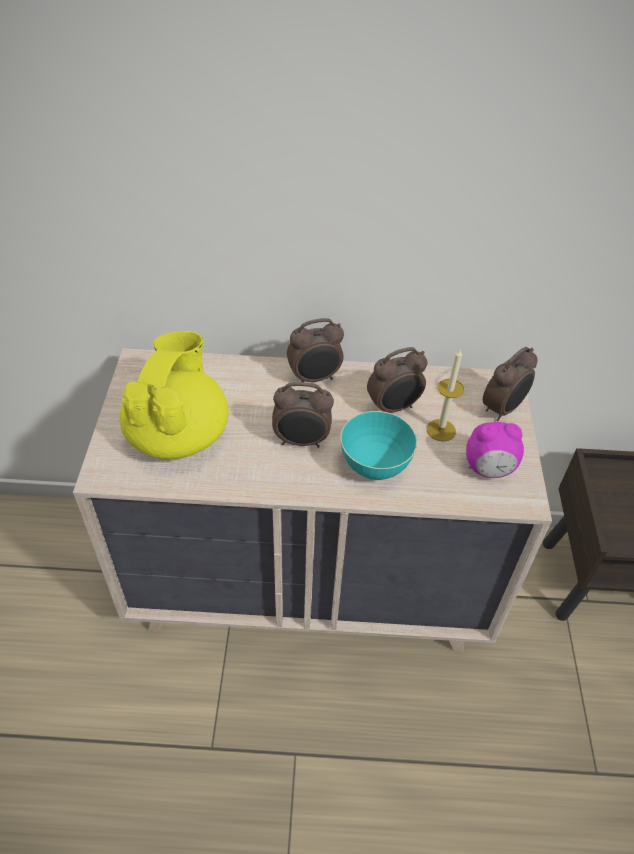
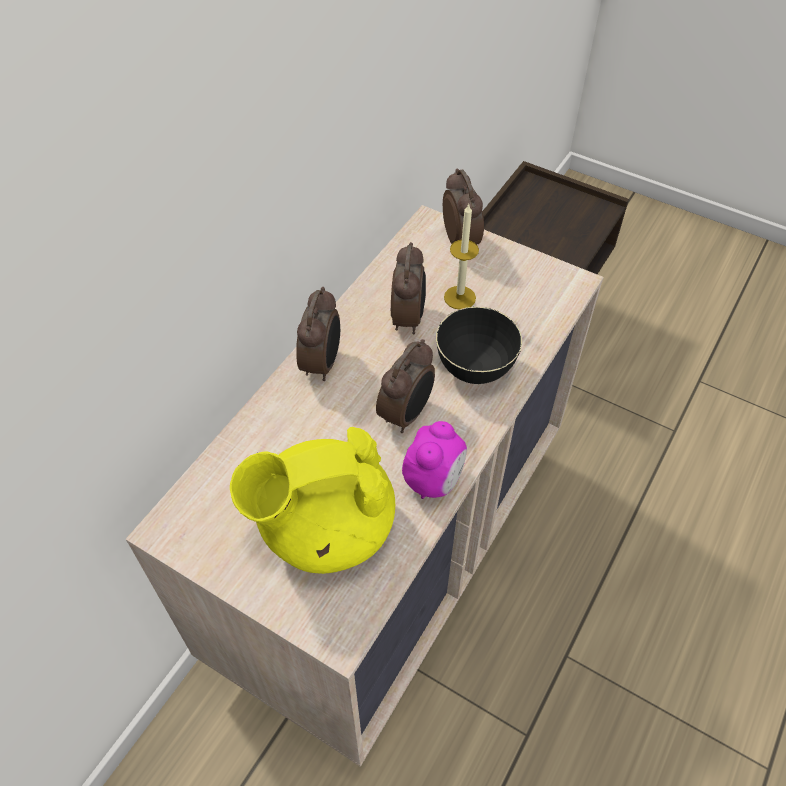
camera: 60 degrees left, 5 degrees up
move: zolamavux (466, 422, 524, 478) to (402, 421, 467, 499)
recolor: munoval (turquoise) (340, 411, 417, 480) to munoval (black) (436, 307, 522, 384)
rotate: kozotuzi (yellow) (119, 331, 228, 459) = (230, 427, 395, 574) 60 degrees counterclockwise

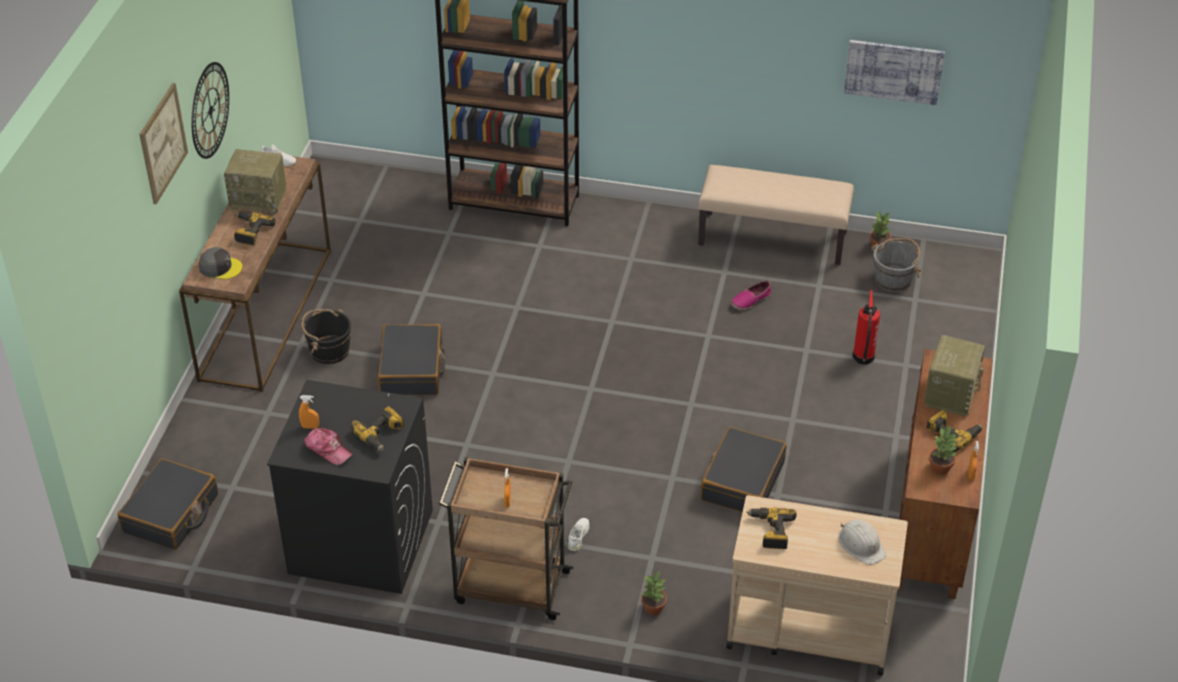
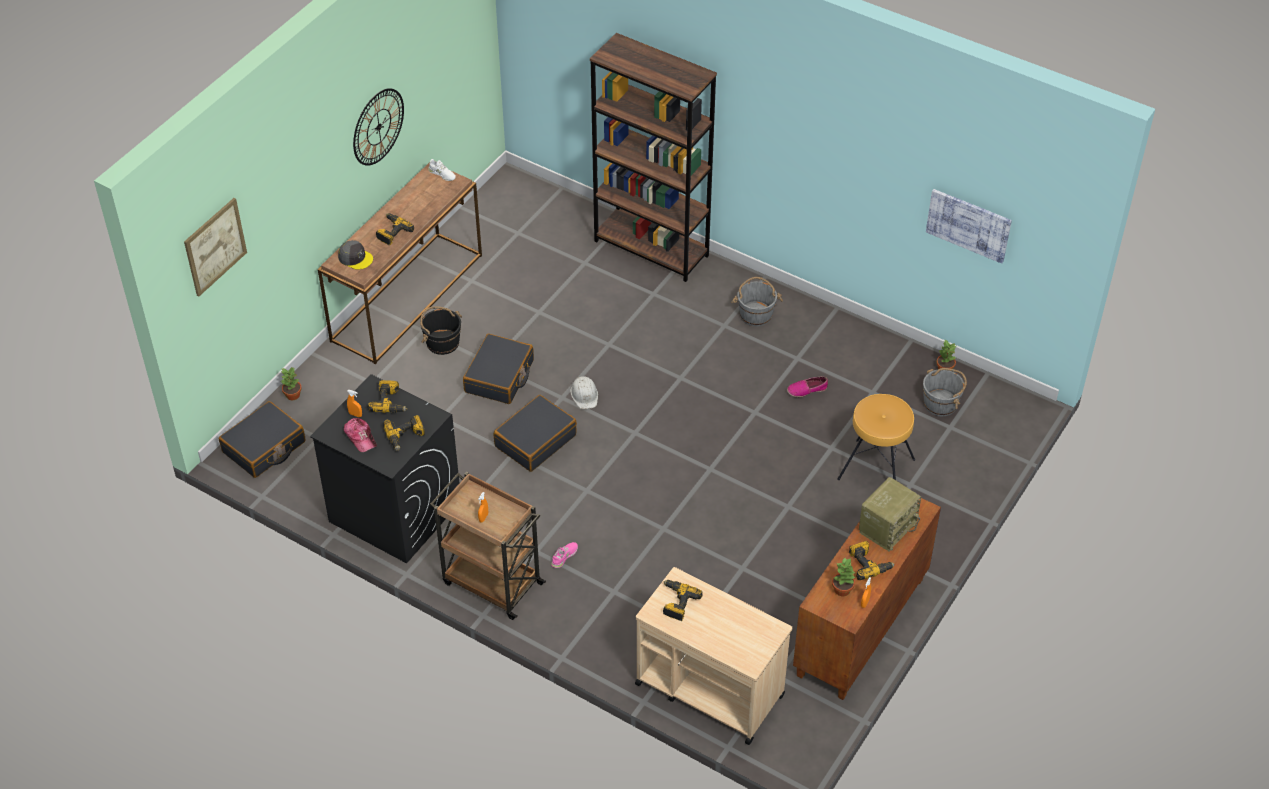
camera: 20 degrees right, 5 degrees up
delete: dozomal (224, 149, 286, 215); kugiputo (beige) (698, 165, 854, 265)
insert: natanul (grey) (731, 277, 783, 326); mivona (368, 380, 407, 413)
move: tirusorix (139, 83, 188, 204) to (184, 198, 247, 296); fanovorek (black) (701, 427, 786, 512) to (494, 395, 577, 472); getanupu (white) (838, 519, 886, 565) to (570, 376, 598, 409); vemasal (641, 571, 667, 615) to (281, 367, 302, 400)
replace: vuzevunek (853, 290, 880, 365) to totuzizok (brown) (837, 394, 915, 480)
recolor: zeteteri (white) (568, 518, 589, 551) to zeteteri (pink) (551, 542, 578, 568)

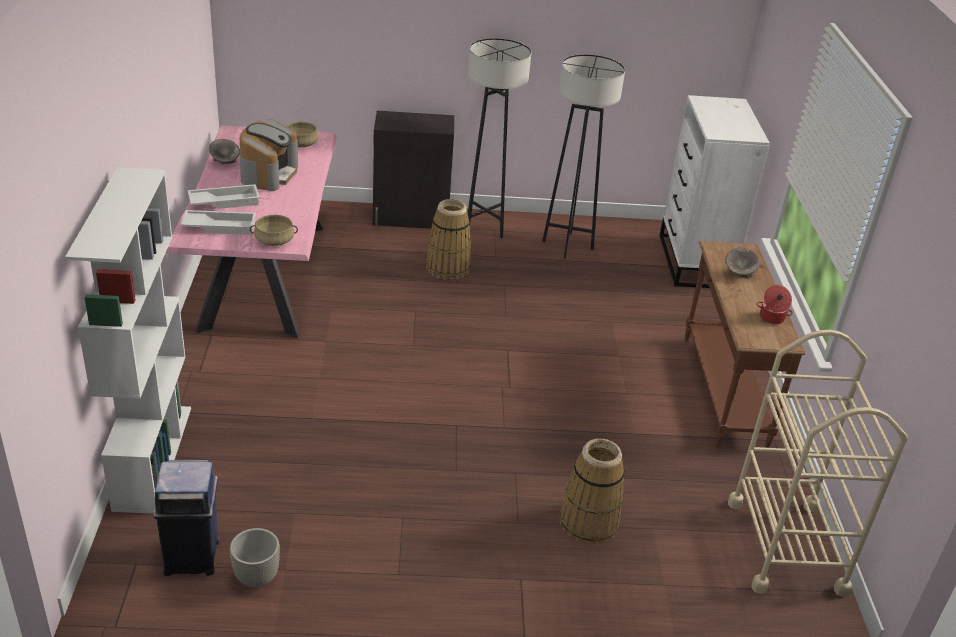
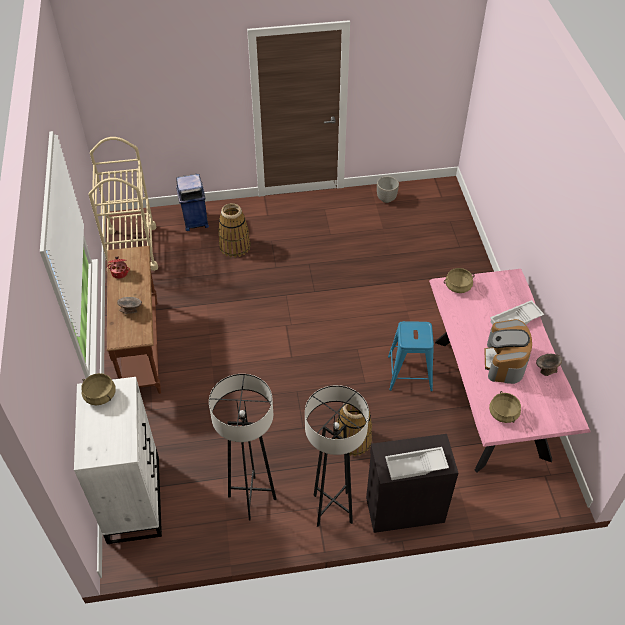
camera: 175 degrees right, 15 degrees up
delete: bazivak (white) (65, 167, 191, 514)
insert: totuzizok (blue) (388, 321, 434, 392); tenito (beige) (81, 373, 116, 405)
move: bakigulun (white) (181, 210, 256, 235) to (385, 447, 449, 480); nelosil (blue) (153, 460, 220, 576) to (176, 174, 209, 231)

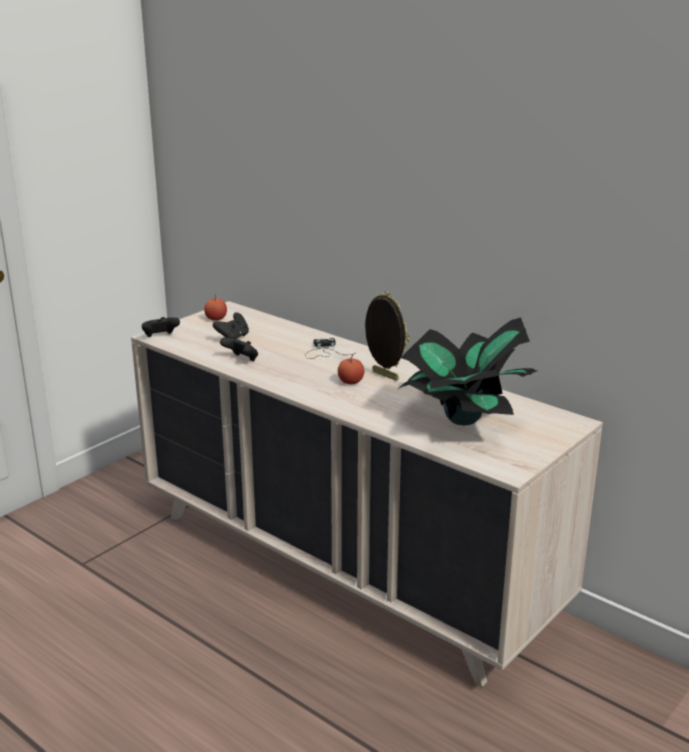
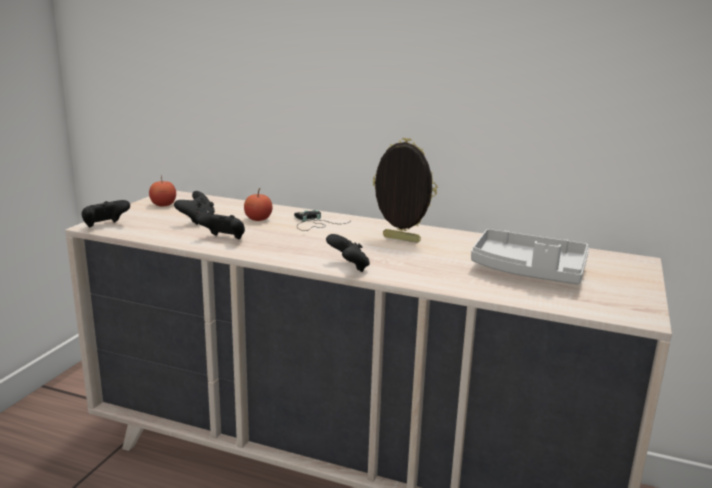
camera: 20 degrees left, 5 degrees down
insert: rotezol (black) (326, 234, 370, 272)
move: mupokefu (338, 354, 364, 384) to (244, 188, 273, 221)
replace: vemasal (398, 317, 537, 425) to bakigulun (grey) (471, 229, 589, 285)

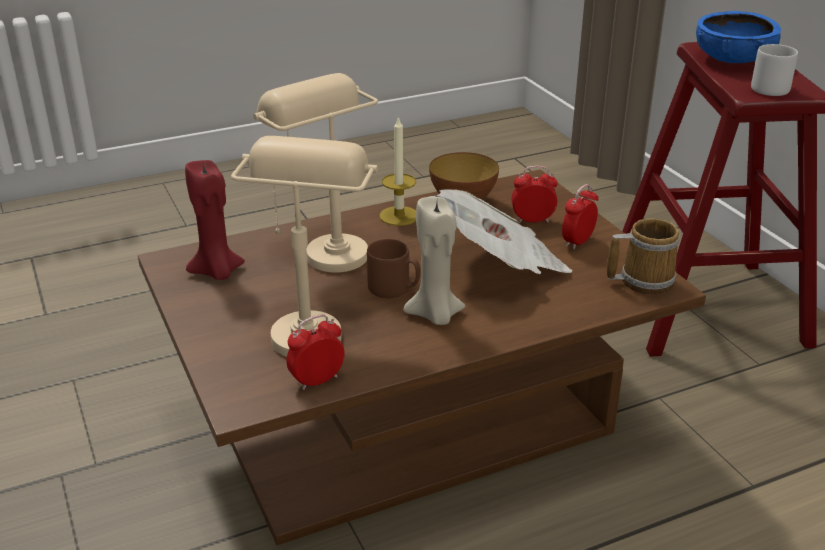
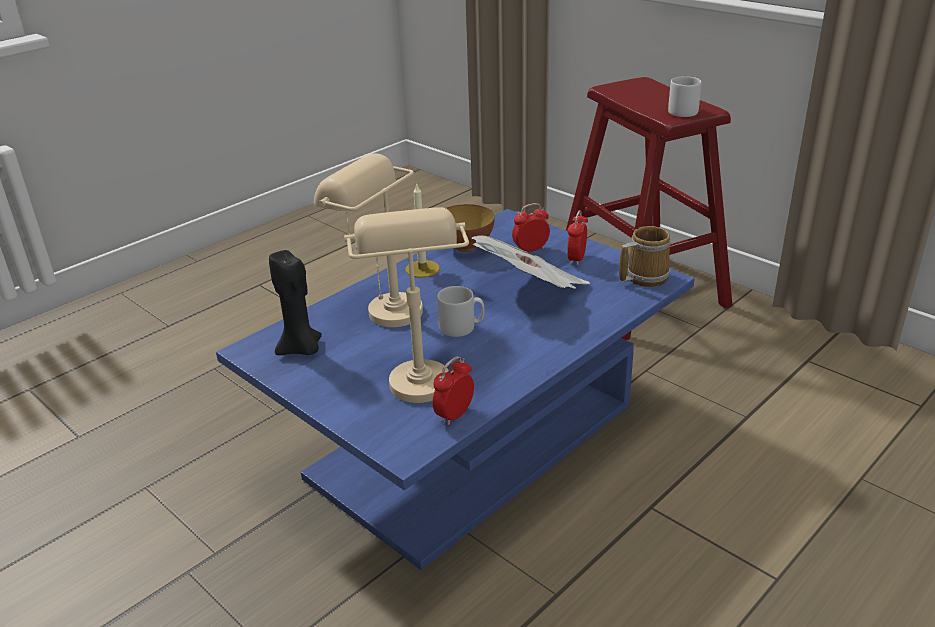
camera: 20 degrees left, 0 degrees up
delete: munoval (blue) (696, 11, 781, 63); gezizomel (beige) (403, 197, 465, 325)
recolor: gezizomel (red) (185, 160, 245, 280) to gezizomel (black) (269, 250, 322, 355); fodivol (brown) (138, 169, 706, 545) to fodivol (blue) (216, 209, 695, 570); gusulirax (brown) (367, 239, 420, 298) to gusulirax (grey) (437, 286, 484, 337)

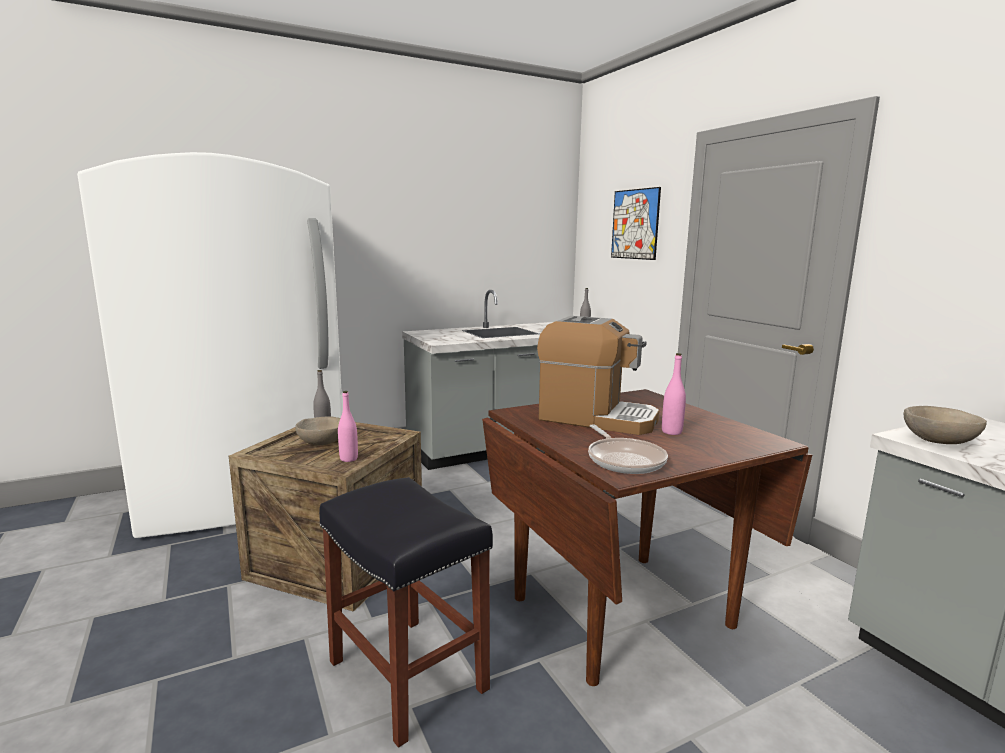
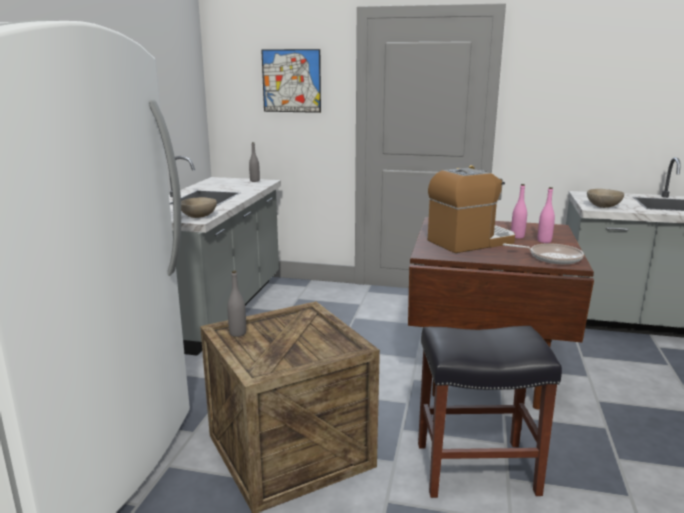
camera: 50 degrees left, 5 degrees up
move: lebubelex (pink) (338, 391, 358, 462) to (538, 187, 555, 243); munoval (beige) (295, 416, 340, 445) to (181, 197, 217, 218)

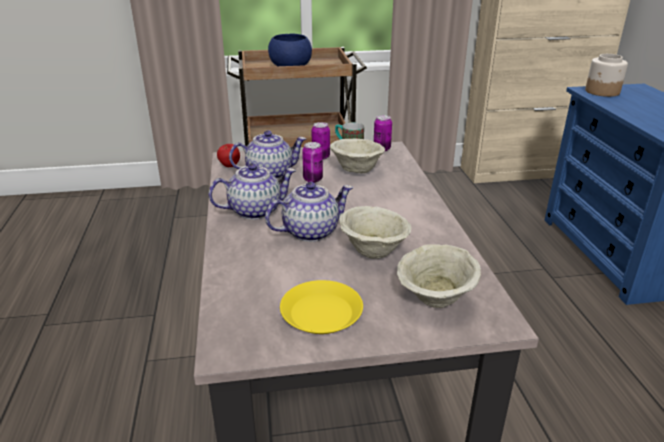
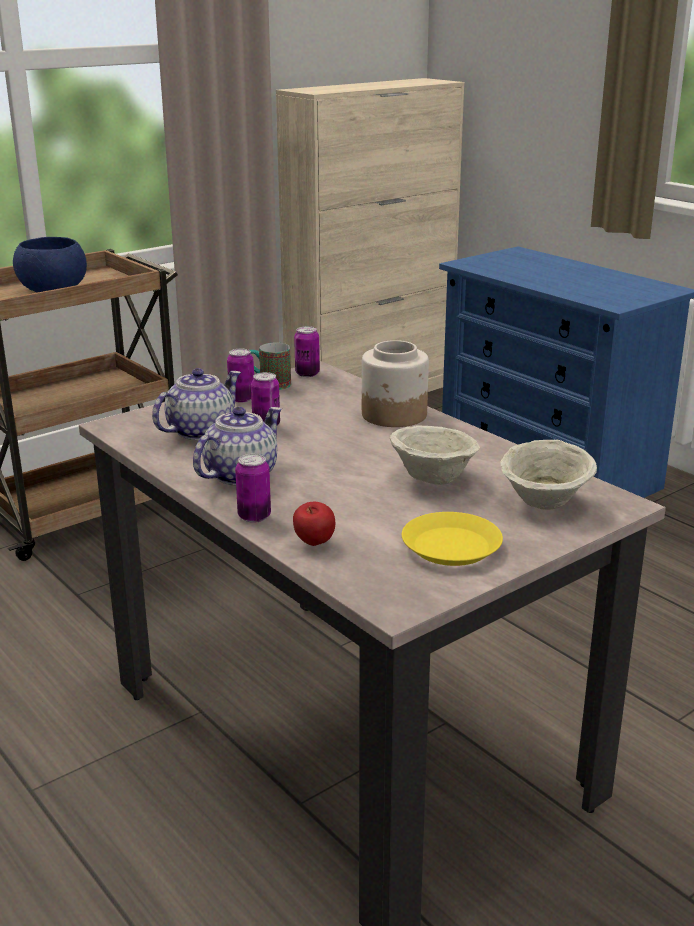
camera: 30 degrees left, 5 degrees down
delete: munoval (beige) (330, 138, 385, 173); kozotuzi (265, 182, 353, 242)
insert: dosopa (235, 454, 271, 523)
move: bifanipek (585, 54, 628, 97) to (362, 340, 429, 427); mupokefu (217, 144, 240, 167) to (293, 502, 335, 546)

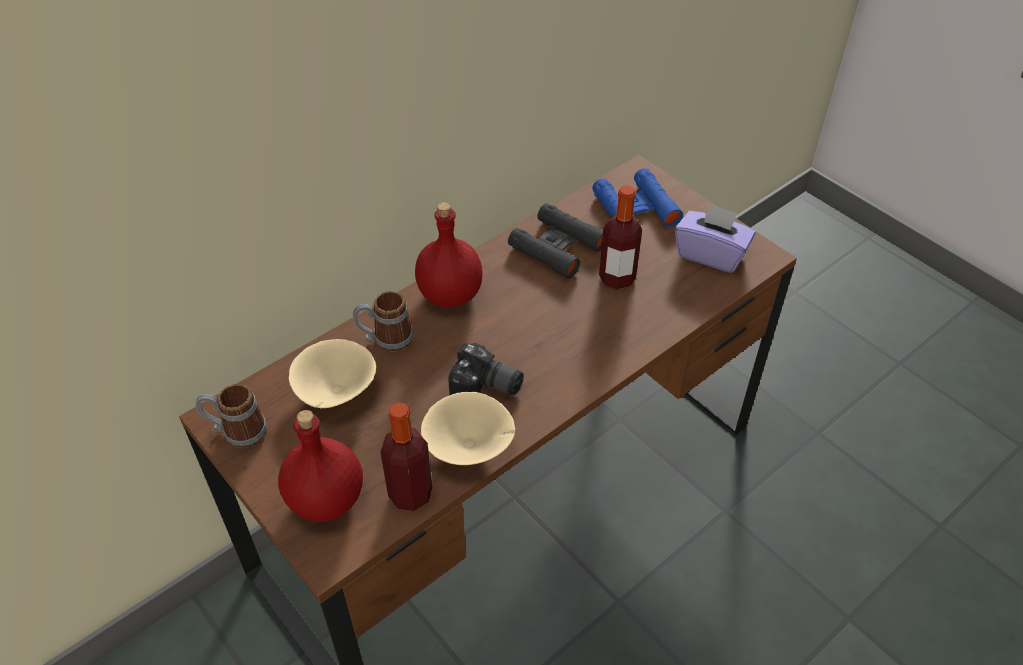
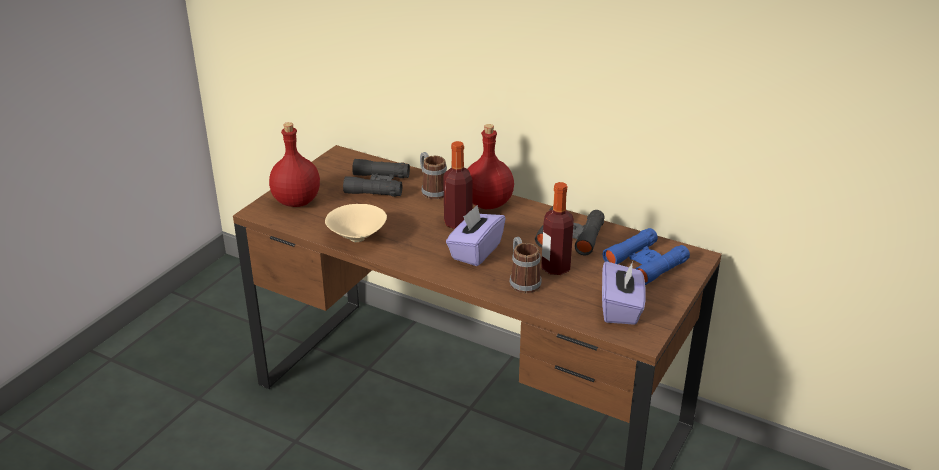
camera: 70 degrees right, 15 degrees down
delete: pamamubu (448, 343, 524, 395)
insert: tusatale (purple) (446, 205, 506, 266)
move: gusulirax (195, 384, 267, 448) to (509, 237, 542, 294); lebubelex (380, 403, 432, 511) to (443, 141, 473, 229)
replace: munoval (beige) (289, 339, 376, 408) to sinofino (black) (343, 159, 410, 197)

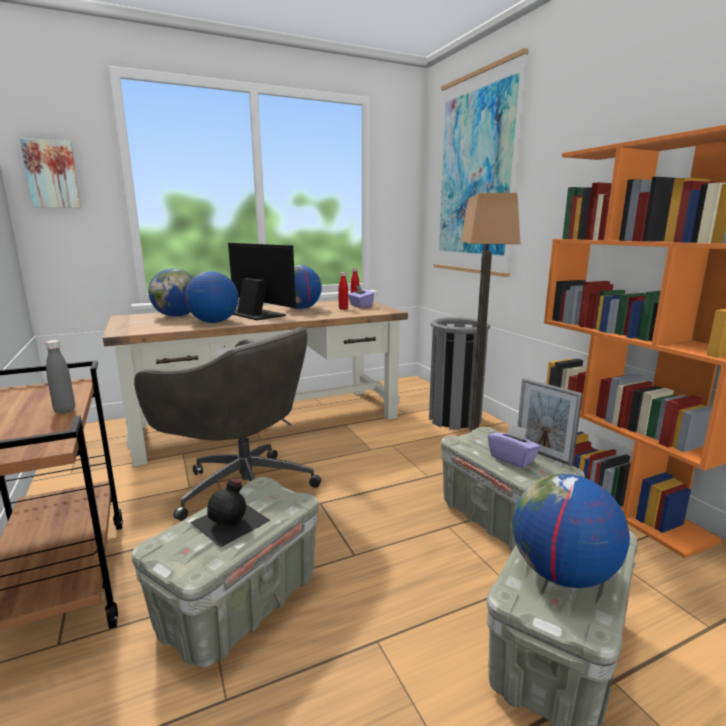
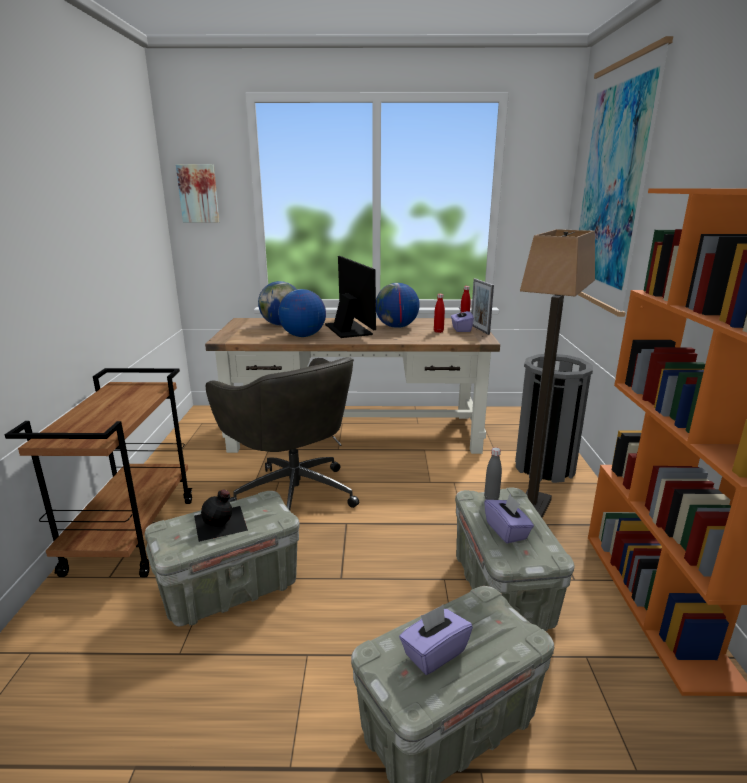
camera: 25 degrees right, 5 degrees up
move: lebubelex (grey) (45, 340, 75, 414) to (484, 447, 502, 500); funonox (518, 378, 583, 466) to (471, 278, 494, 335)
replace: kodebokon (512, 474, 630, 588) to tusatale (purple) (399, 605, 473, 675)

